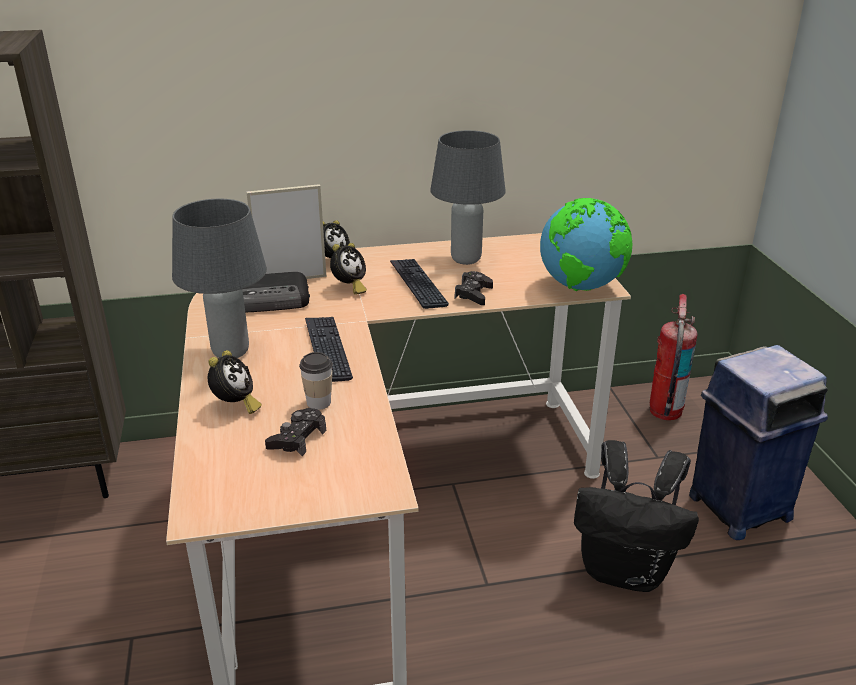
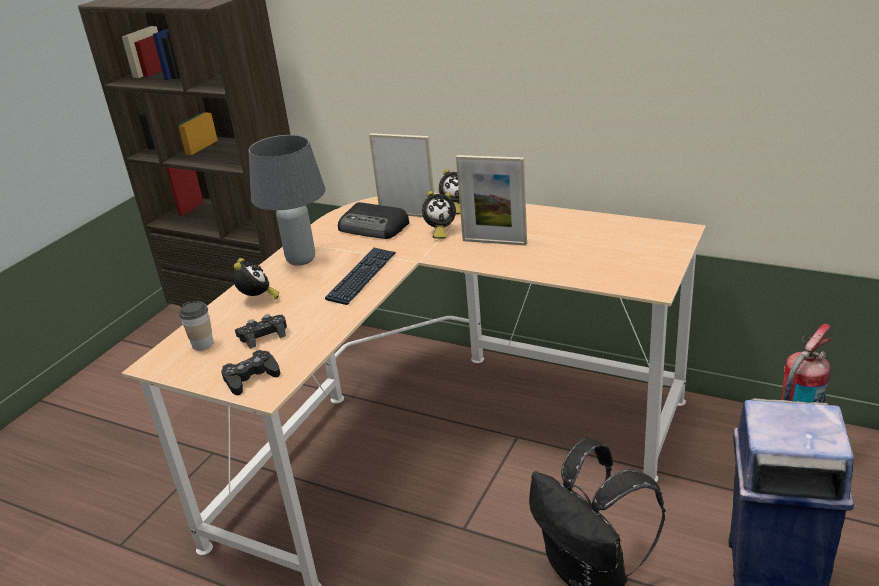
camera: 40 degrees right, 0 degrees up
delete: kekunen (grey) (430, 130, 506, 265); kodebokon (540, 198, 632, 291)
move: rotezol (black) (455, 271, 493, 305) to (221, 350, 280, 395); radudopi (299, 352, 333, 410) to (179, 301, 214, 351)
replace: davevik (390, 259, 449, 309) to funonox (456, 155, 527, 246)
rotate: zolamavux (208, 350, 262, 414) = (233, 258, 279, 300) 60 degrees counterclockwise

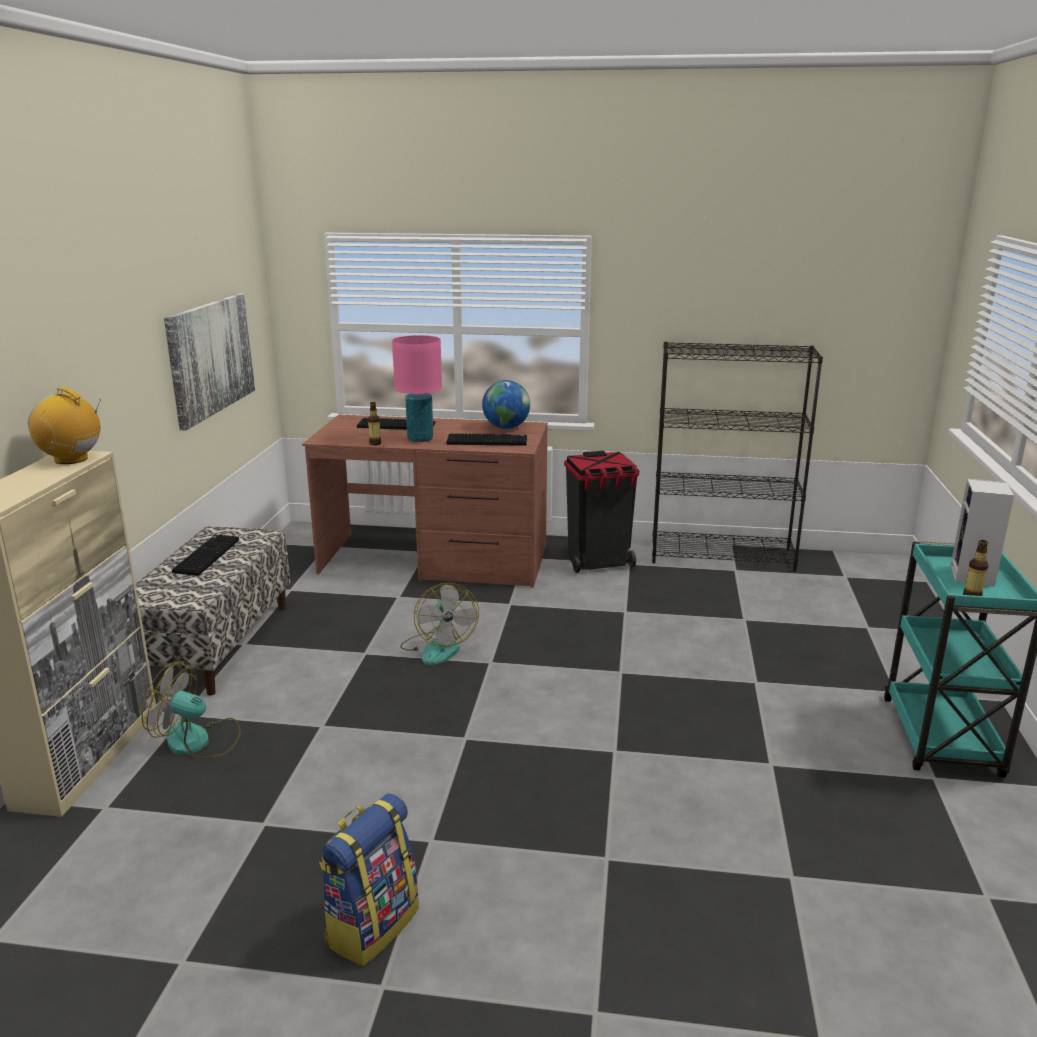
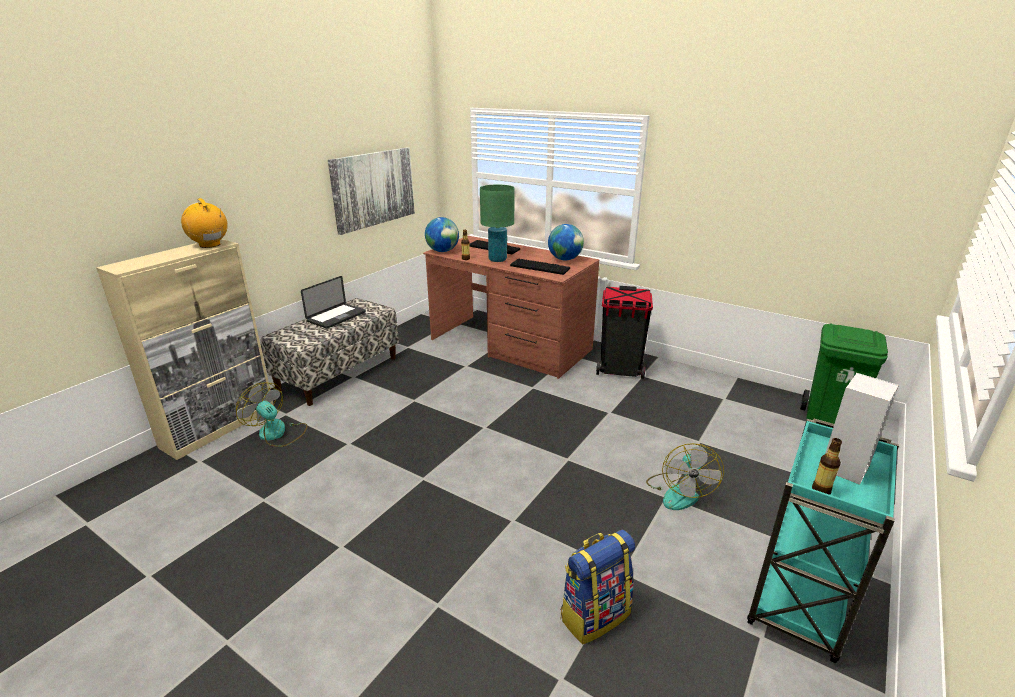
camera: 25 degrees right, 5 degrees up
delete: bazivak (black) (652, 342, 823, 571)
insert: kodebokon (425, 217, 459, 252); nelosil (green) (800, 323, 888, 428)
move: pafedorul (400, 583, 479, 665) to (646, 443, 724, 510); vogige (319, 794, 419, 966) to (561, 530, 635, 644)
replace: davevik (172, 535, 239, 576) to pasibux (301, 276, 366, 329)
recolor: kekunen (pink) (392, 335, 442, 442) to kekunen (green) (480, 185, 515, 262)

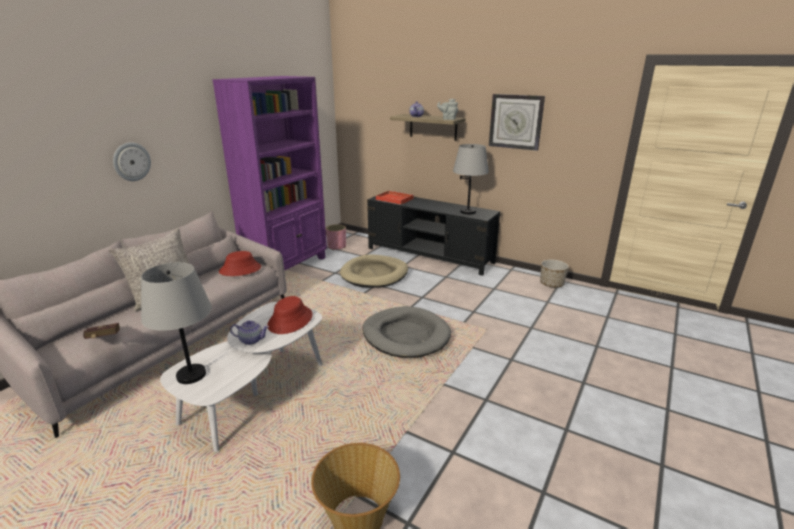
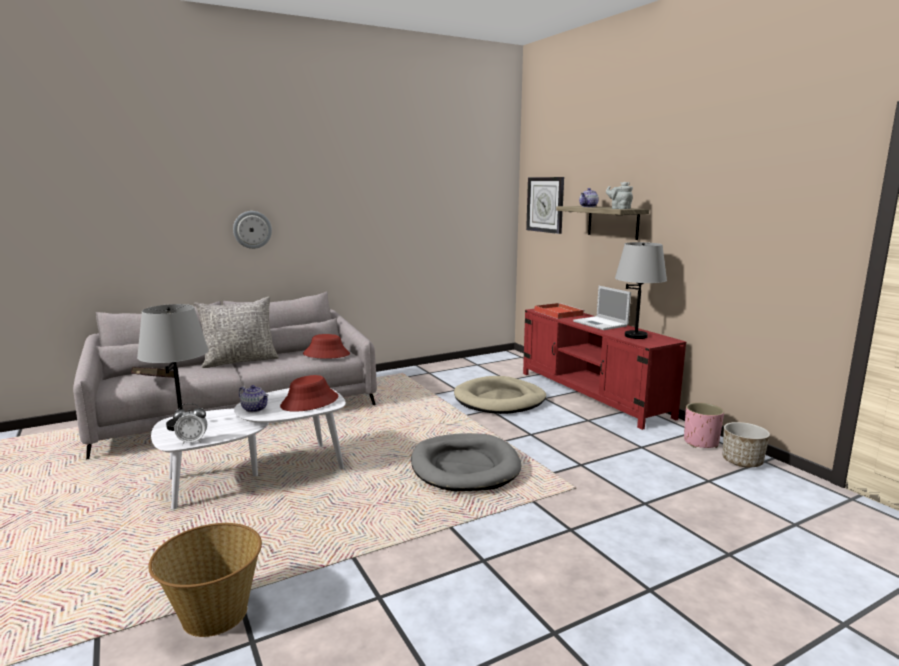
camera: 30 degrees right, 10 degrees down
delete: bazivak (purple) (212, 76, 327, 271)
insert: pasibux (573, 286, 631, 330); zolamavux (173, 403, 207, 445)
move: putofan (489, 94, 545, 151) to (526, 177, 564, 234); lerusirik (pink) (326, 224, 346, 250) to (684, 402, 724, 448)
recolor: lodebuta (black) (367, 196, 500, 276) to lodebuta (red) (523, 309, 686, 430)

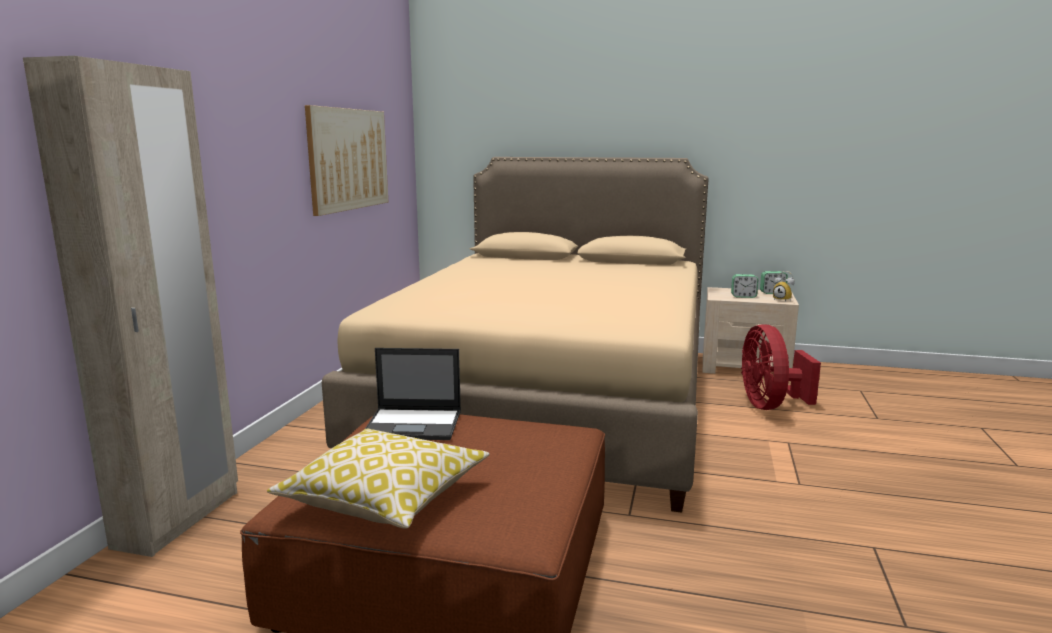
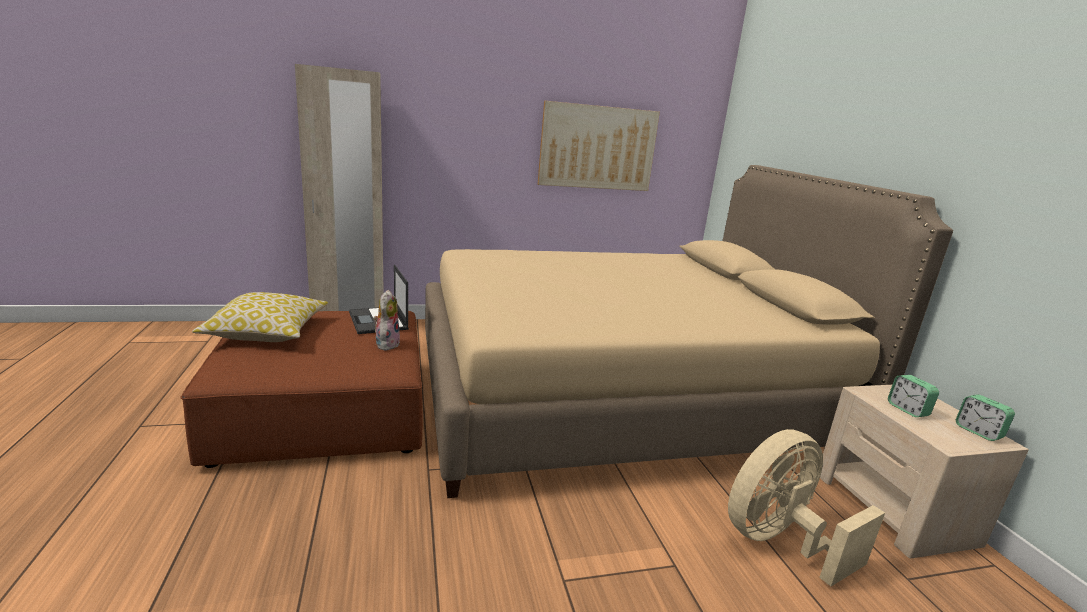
camera: 60 degrees right, 5 degrees up
delete: zolamavux (773, 271, 795, 302)
insert: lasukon (373, 290, 400, 350)
recolor: pafedorul (red) (741, 324, 821, 410) to pafedorul (beige) (728, 429, 885, 586)

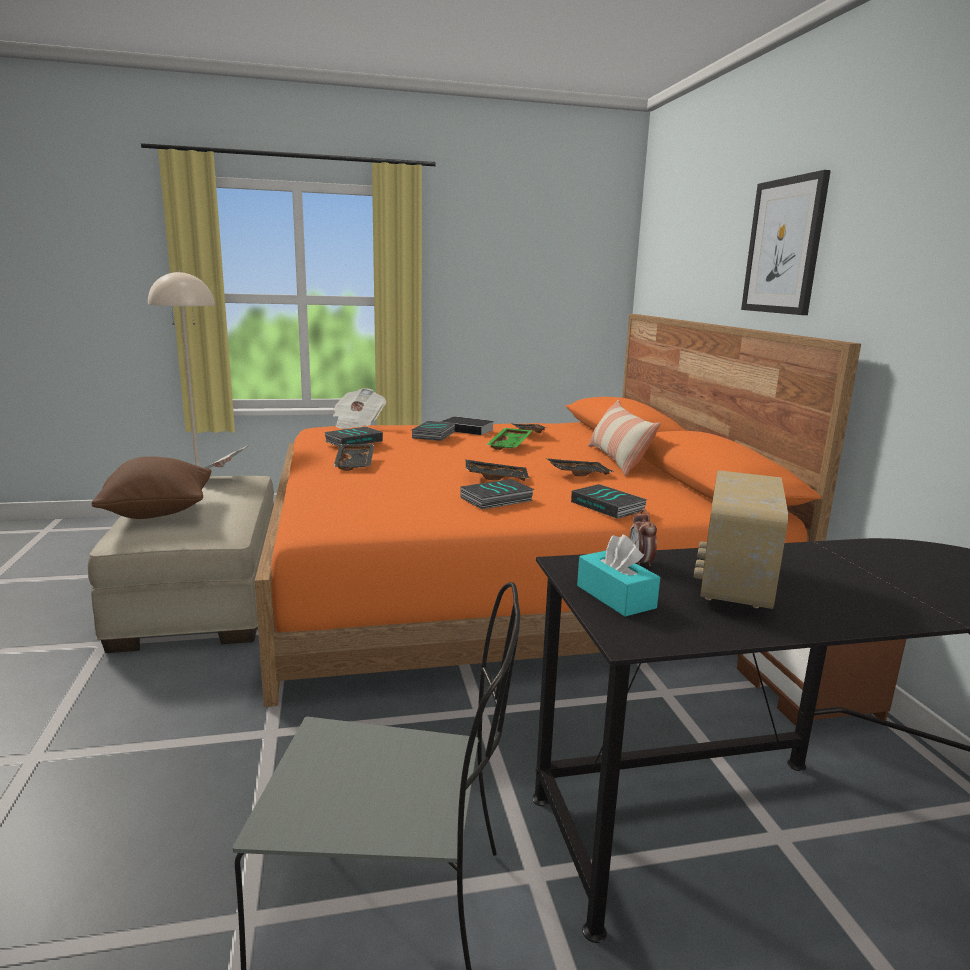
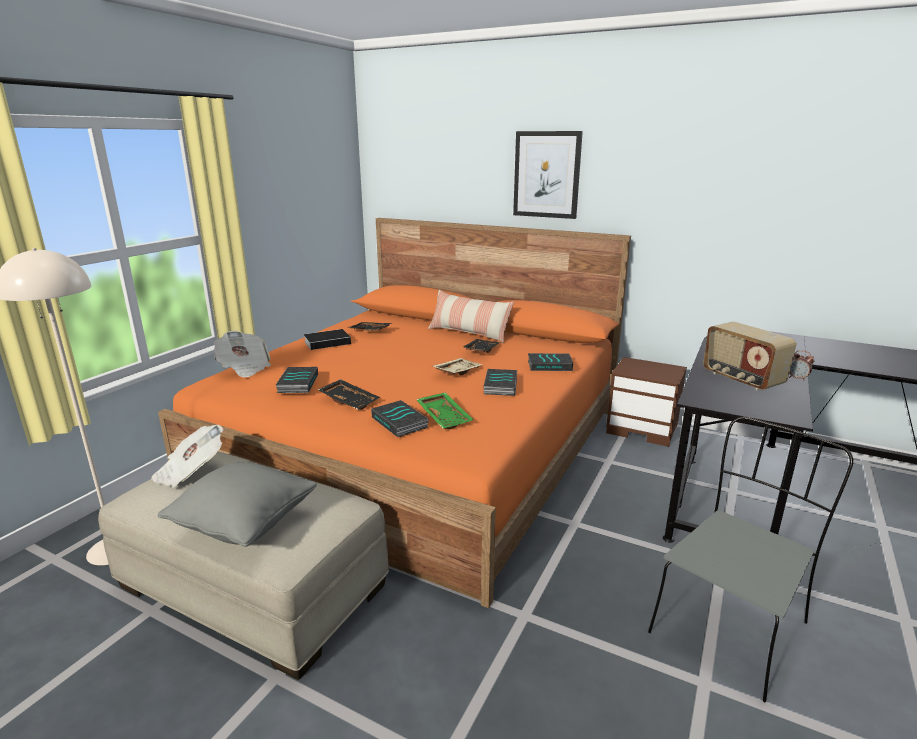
camera: 50 degrees left, 5 degrees up
delete: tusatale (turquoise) (577, 534, 660, 617)
move: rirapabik (412, 421, 456, 441) to (371, 400, 428, 437); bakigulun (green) (486, 428, 533, 450) to (416, 392, 474, 429); zolamavux (629, 509, 657, 566) to (789, 350, 815, 381)
recolor: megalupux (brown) (92, 456, 211, 519) to megalupux (grey) (158, 461, 317, 547); bakigulun (black) (466, 459, 530, 481) to bakigulun (beige) (433, 358, 483, 375)

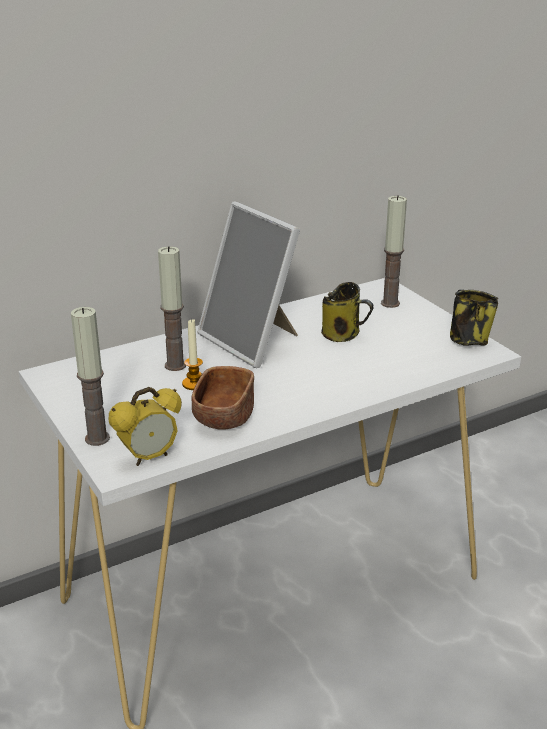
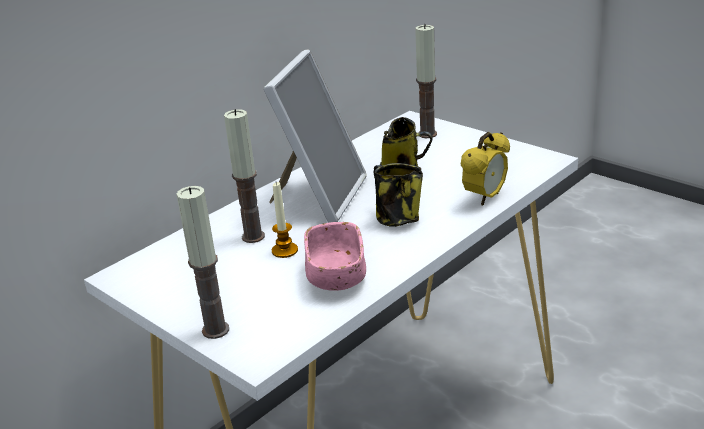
camera: 15 degrees left, 0 degrees up
move: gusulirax (450, 289, 498, 346) to (373, 163, 423, 227); zolamavux (109, 387, 182, 466) to (461, 132, 510, 205)
recolor: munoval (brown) (192, 366, 254, 430) to munoval (pink) (304, 222, 366, 291)
rotate: funonox (197, 202, 300, 368) = (263, 49, 367, 223) 105 degrees counterclockwise

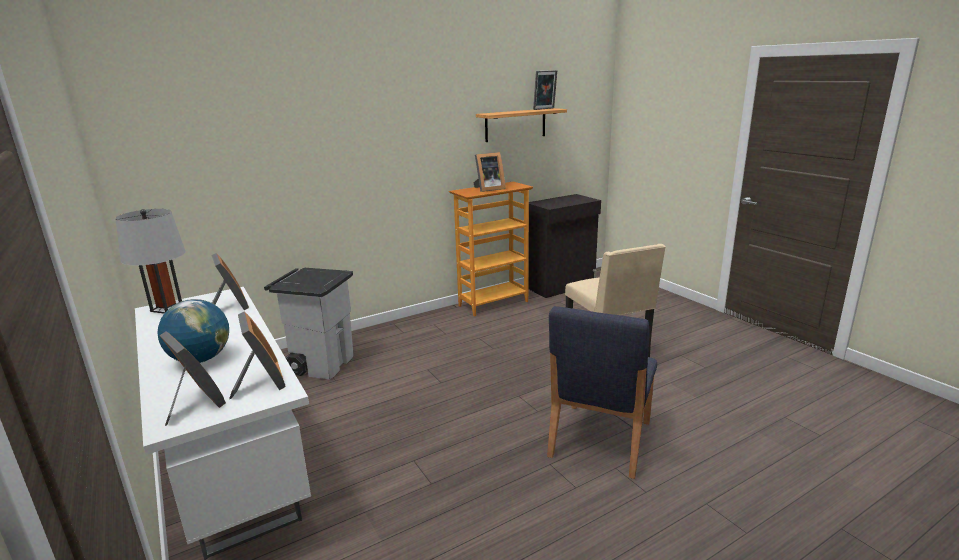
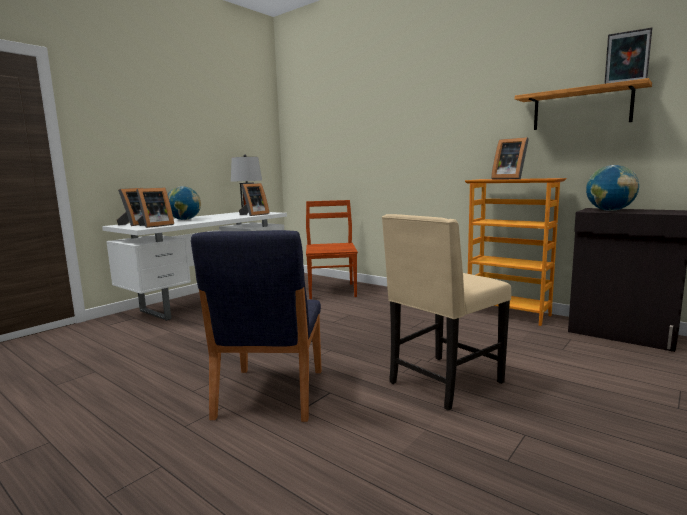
camera: 70 degrees right, 10 degrees down
insert: kodebokon (586, 165, 639, 211)
replace: nelosil (grey) (264, 268, 354, 380) to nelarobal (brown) (306, 200, 358, 299)
rotate: nelarobal (blue) (547, 306, 657, 479) = (191, 230, 322, 422) 90 degrees counterclockwise

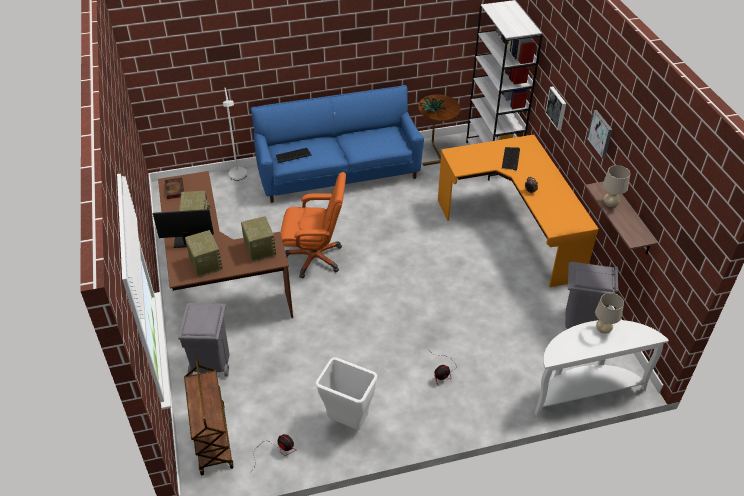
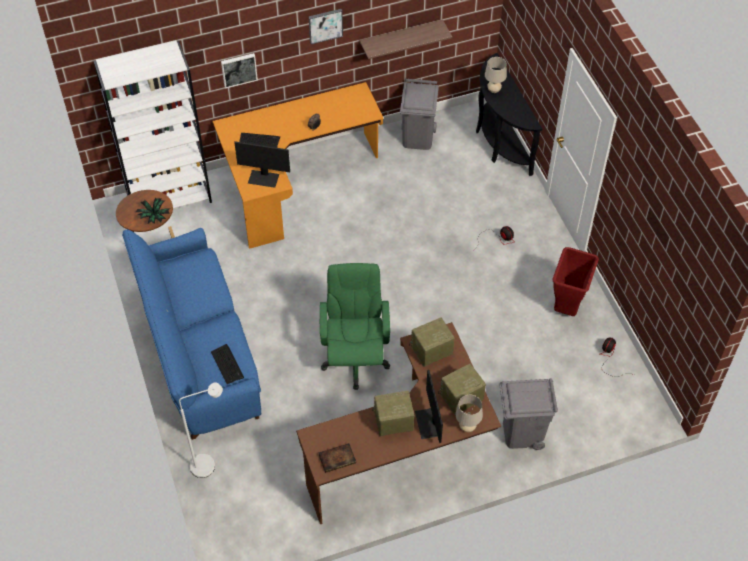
camera: 95 degrees left, 10 degrees up
delete: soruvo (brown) (184, 358, 234, 476)
insert: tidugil (234, 141, 290, 188)
move: kekunen (beige) (603, 165, 631, 207) to (456, 395, 483, 432)
recolor: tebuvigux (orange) (280, 172, 346, 278) to tebuvigux (green) (320, 263, 390, 390); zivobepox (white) (534, 320, 669, 416) to zivobepox (black) (476, 53, 542, 176); nelosil (white) (316, 358, 377, 429) to nelosil (red) (552, 247, 599, 316)

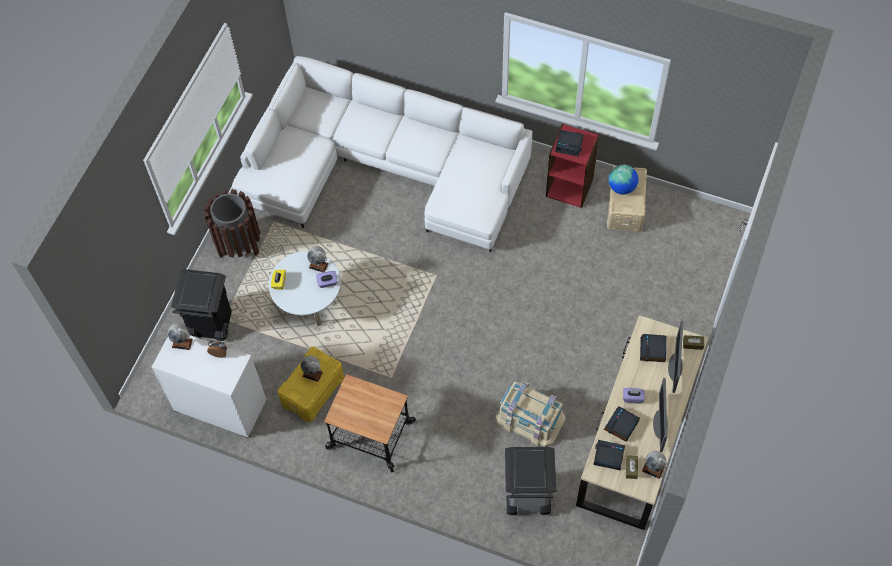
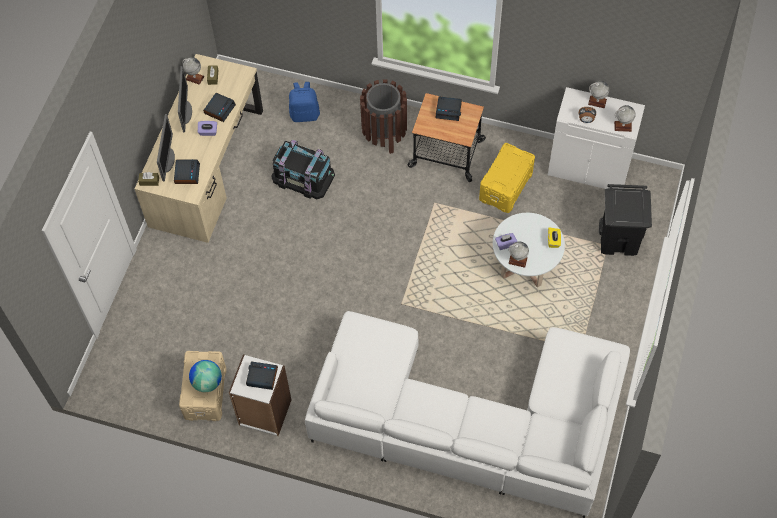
camera: 175 degrees right, 0 degrees up
move: nelosil (brown) (204, 189, 260, 258) to (360, 79, 407, 154); kodebokon (301, 356, 323, 382) to (588, 81, 609, 108); zolamavux (593, 440, 625, 470) to (436, 96, 462, 121)
replace: nelosil (grey) (505, 447, 556, 515) to vogige (blue) (289, 82, 320, 122)
recolor: bazivak (red) (546, 124, 600, 208) to bazivak (white) (229, 354, 292, 436); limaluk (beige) (496, 381, 566, 447) to limaluk (black) (271, 140, 335, 199)

